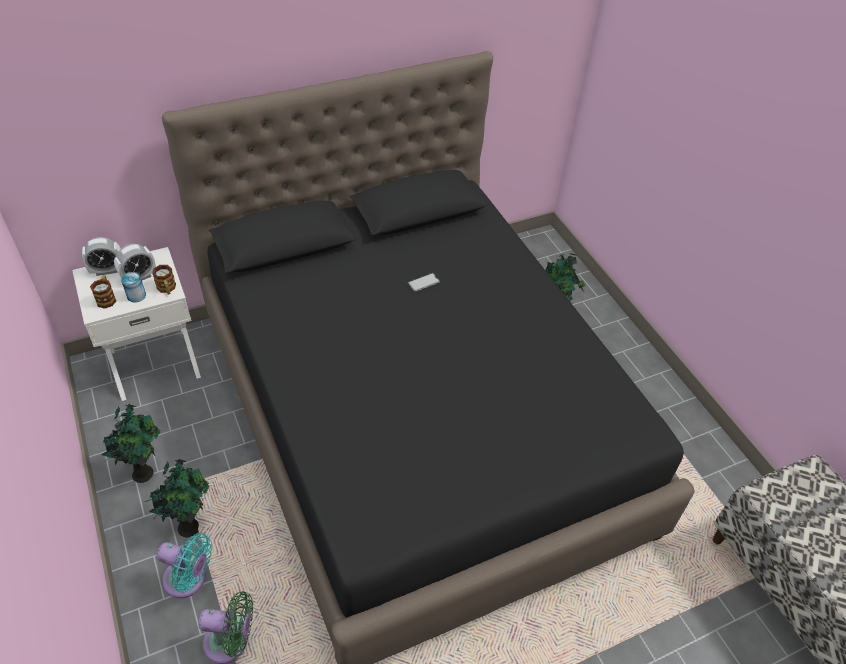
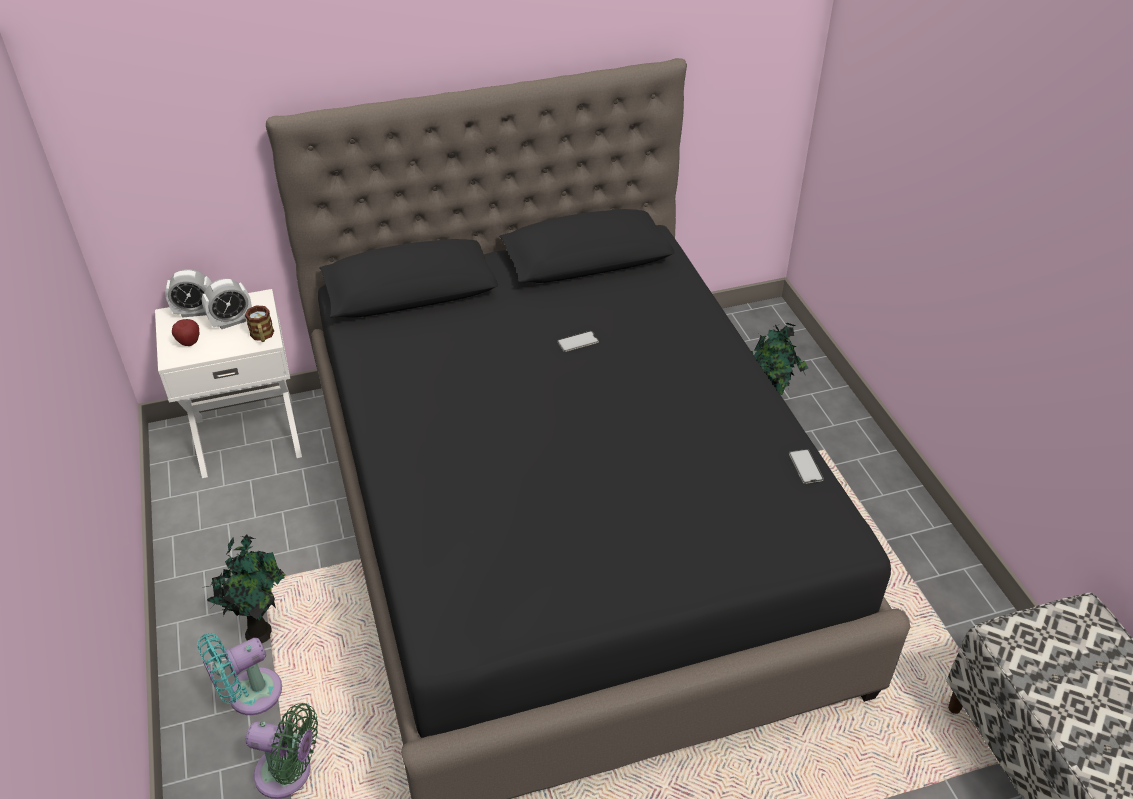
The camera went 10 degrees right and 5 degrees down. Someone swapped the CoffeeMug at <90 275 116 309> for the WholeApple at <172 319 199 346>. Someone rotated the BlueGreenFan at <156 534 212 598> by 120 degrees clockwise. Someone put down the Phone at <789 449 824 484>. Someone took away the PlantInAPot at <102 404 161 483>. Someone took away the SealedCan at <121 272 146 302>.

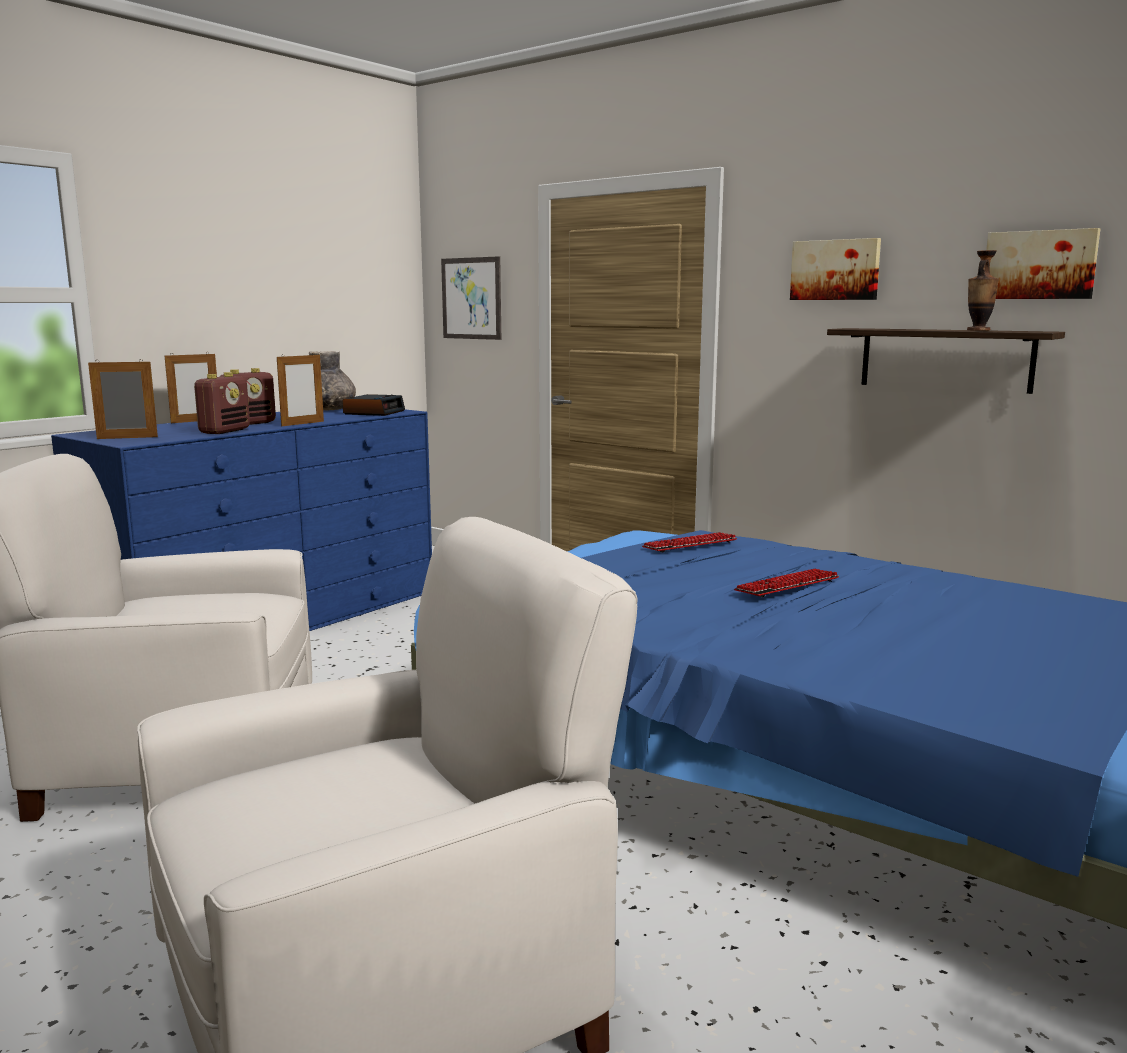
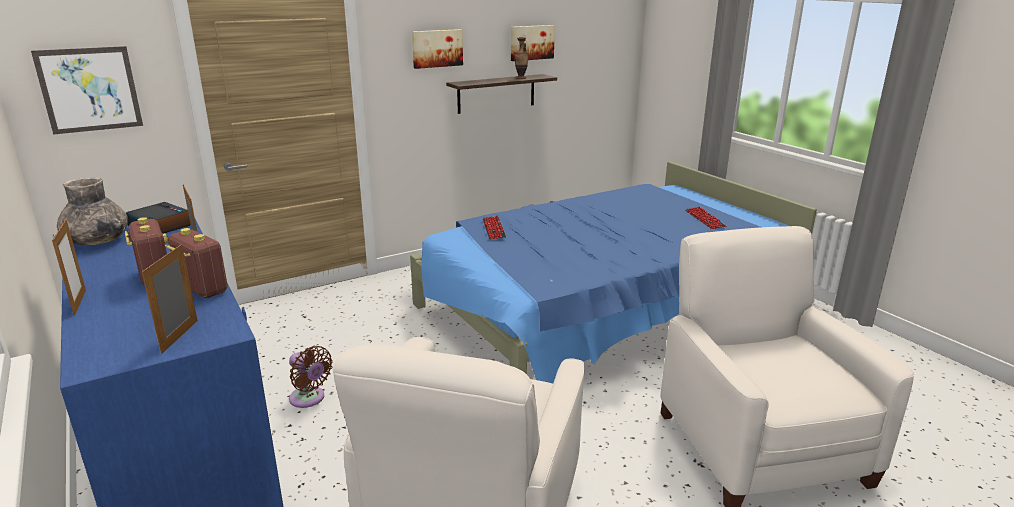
The camera went 70 degrees left and 10 degrees up. Someone put down the BrownishFan at <289 346 333 408>. Someone carried the PcKeyboard from <734 569 839 597> to <685 207 726 229>.

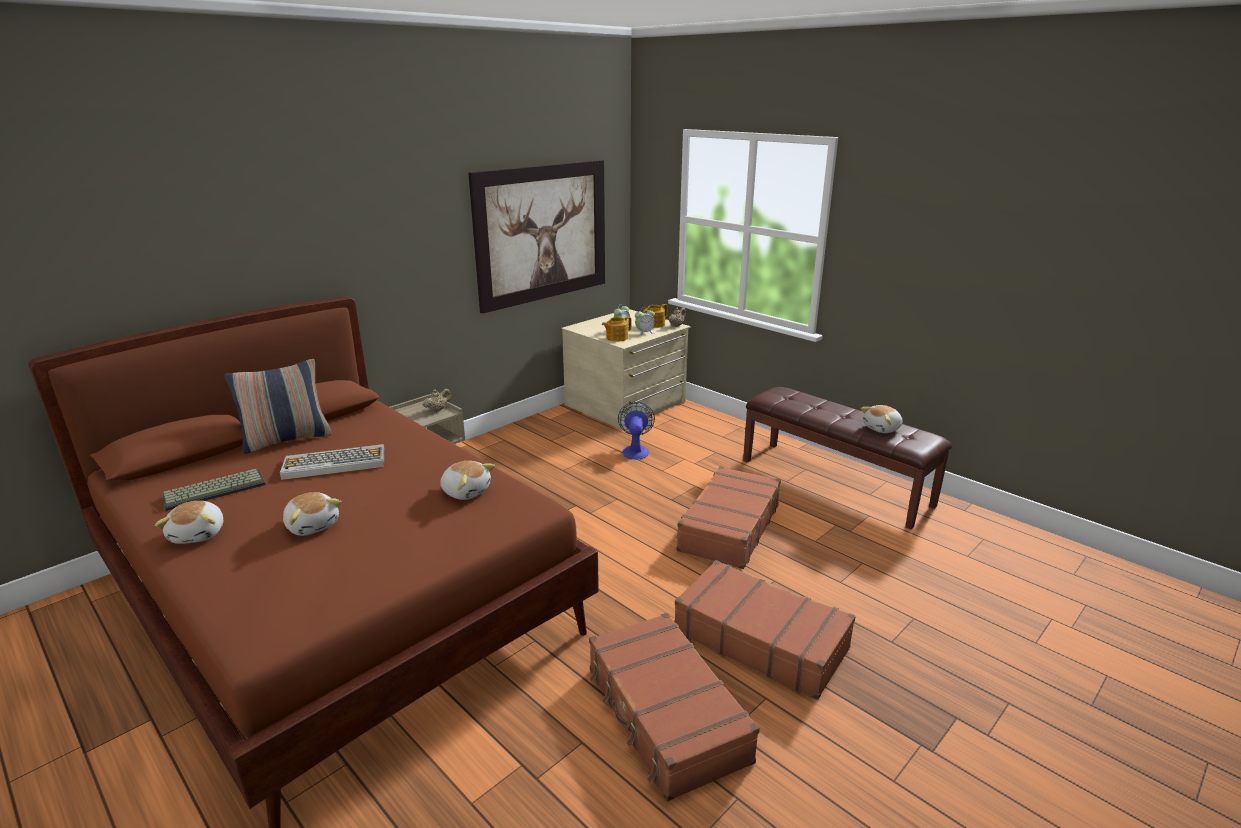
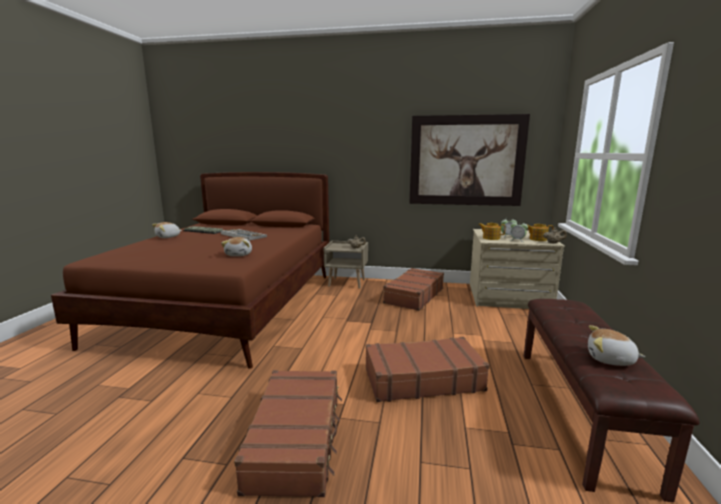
The camera went 55 degrees right and 10 degrees down. Someone carried the BrownishPieceOfLuggage from <589 613 760 802> to <383 268 444 311>. Someone took away the Pillow at <224 359 332 454>. Someone took away the SoftToy at <283 492 341 536>. Someone took away the Fan at <618 402 655 459>.

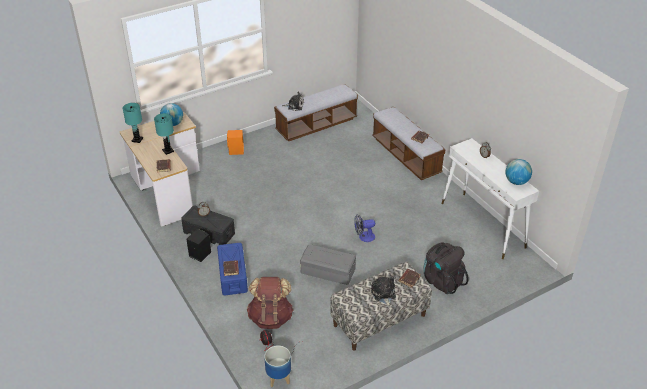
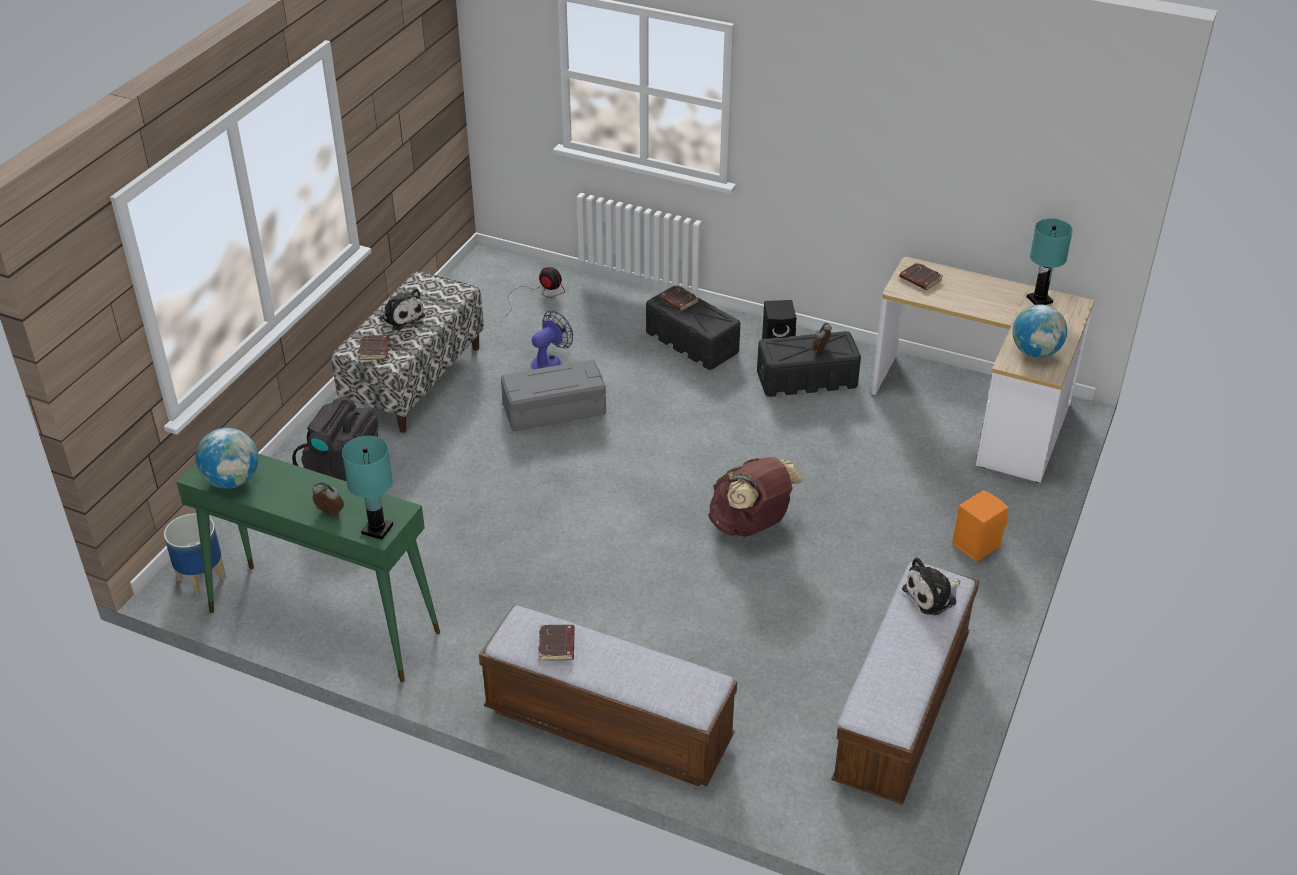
The camera went 145 degrees right and 0 degrees up. Someone carried the FlowerPot from <264 345 291 387> to <164 514 226 596>. Someone repainted the WhitishNarrowTable at <442 138 539 259>, which became the GreenColouredNarrowTable at <176 453 440 682>. Someone carried the BlueGreenLampForATable from <154 113 174 155> to <342 436 393 540>. Someone carried the Fan from <354 215 375 242> to <531 310 573 370>. Someone repainted the BluishStorageBox at <217 243 248 295>, which became the BlackStorageBox at <646 286 740 370>. Someone carried the BrownishKnapsack from <247 277 293 329> to <708 457 804 537>.

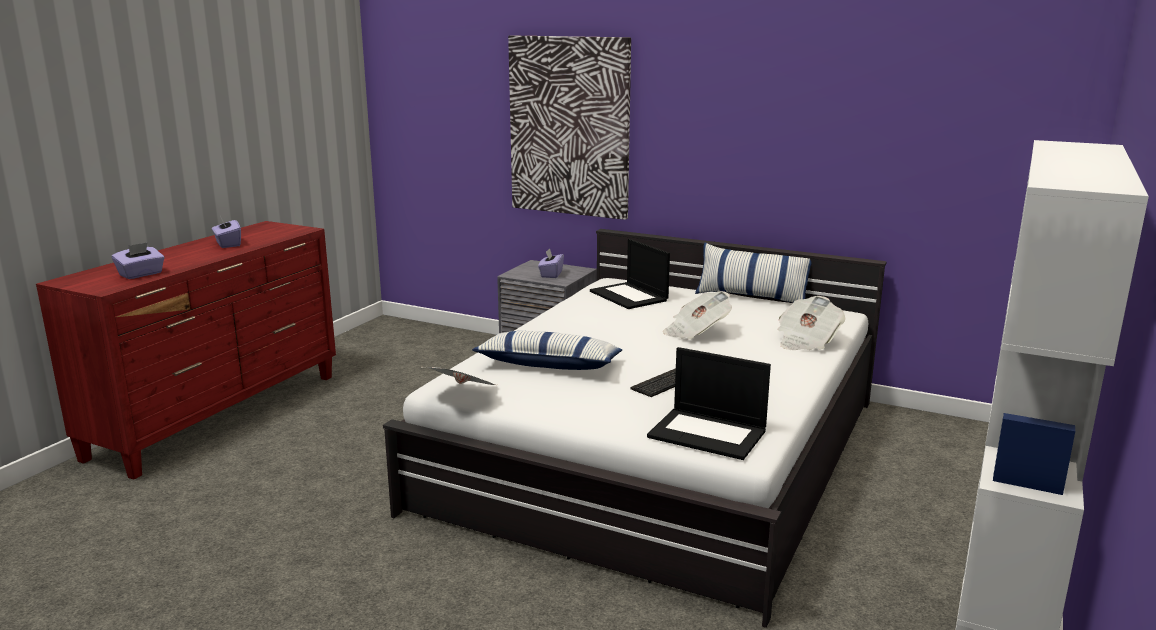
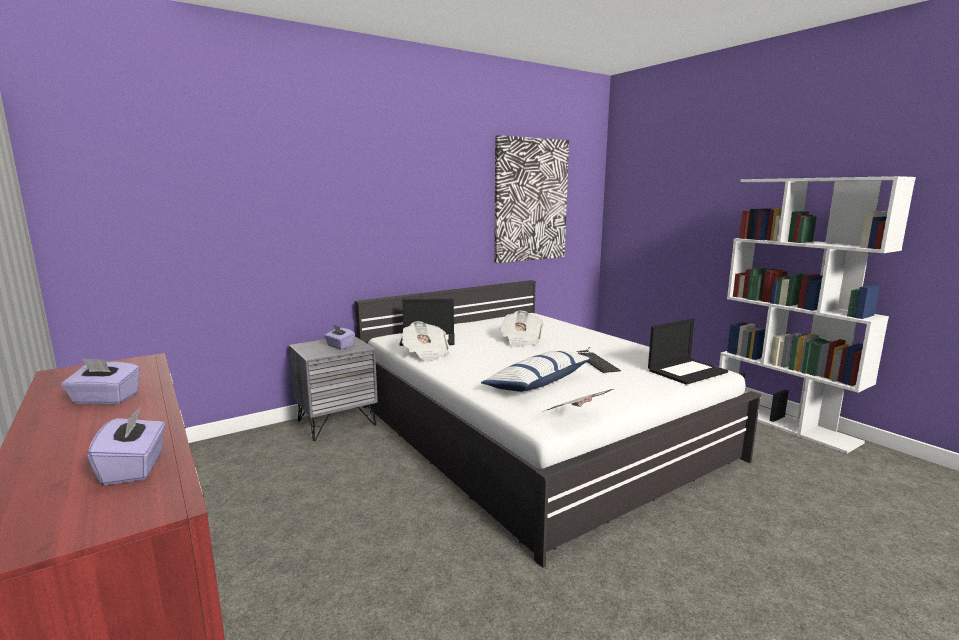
The camera went 60 degrees left and 5 degrees down. Someone carried the PrintedPaper from <777 296 845 350> to <402 321 449 362>. Someone carried the WallArt from <508 35 631 220> to <494 135 569 263>. Someone took away the Pillow at <695 243 812 303>.

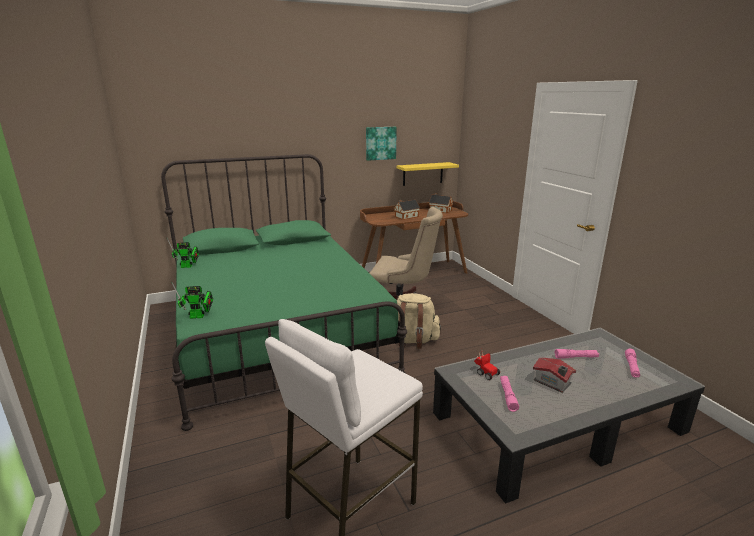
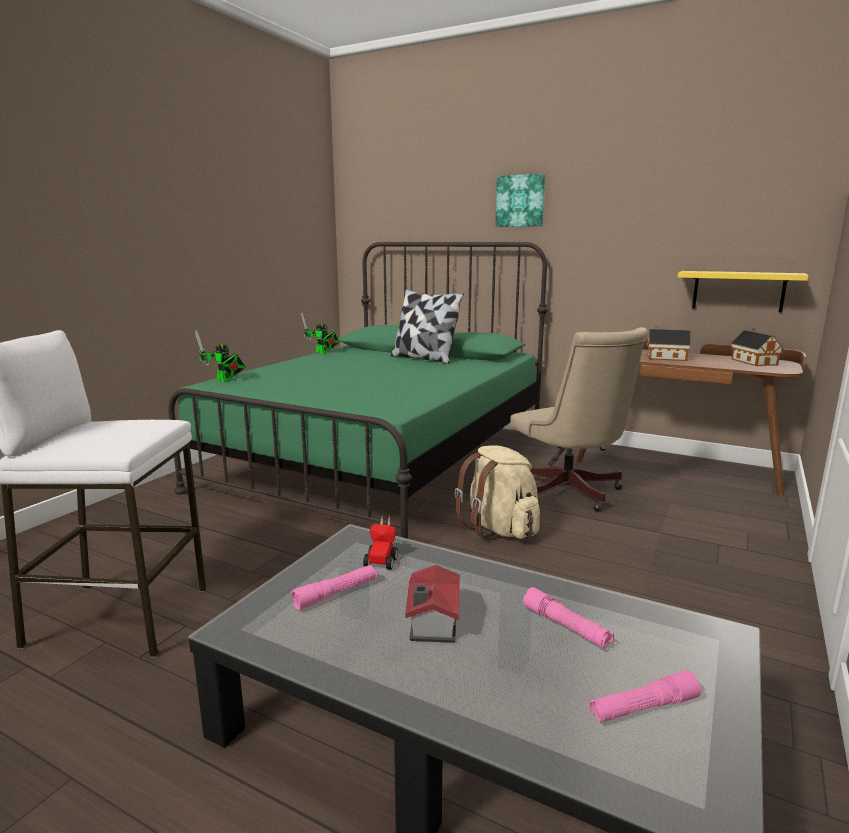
The camera went 50 degrees right and 5 degrees down. Someone put down the Pillow at <391 289 464 364>. Someone carried the WallArt from <366 127 397 161> to <495 174 545 227>.

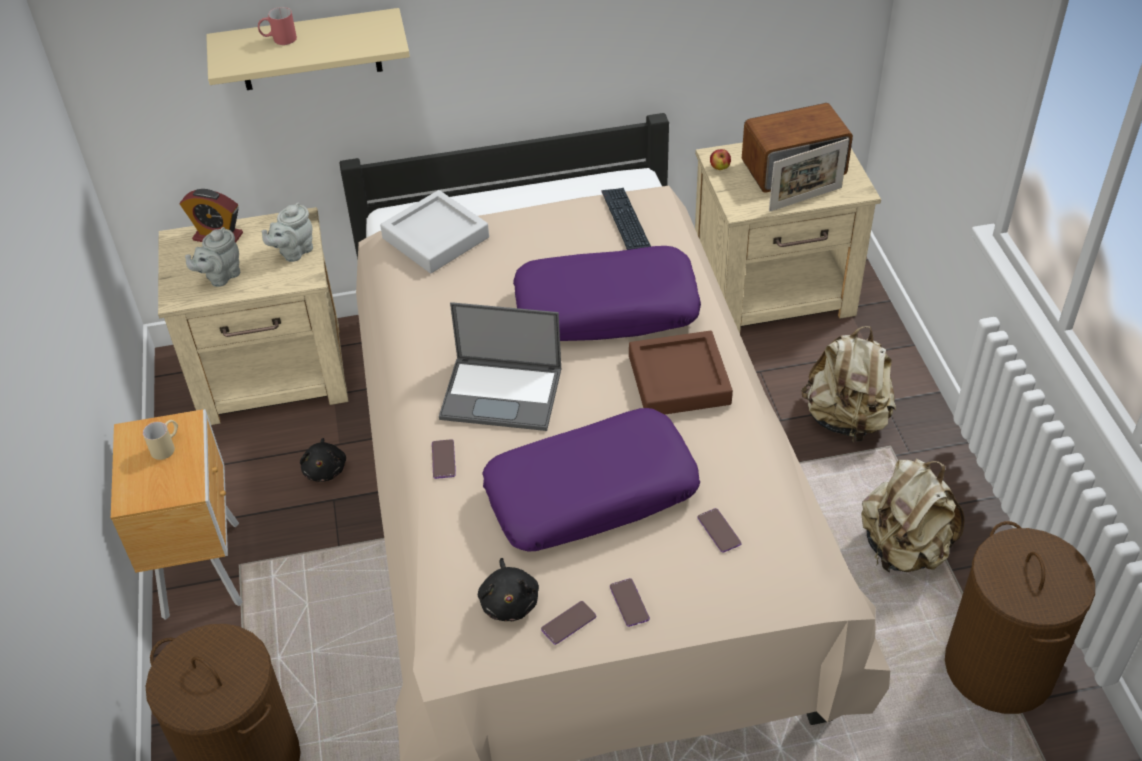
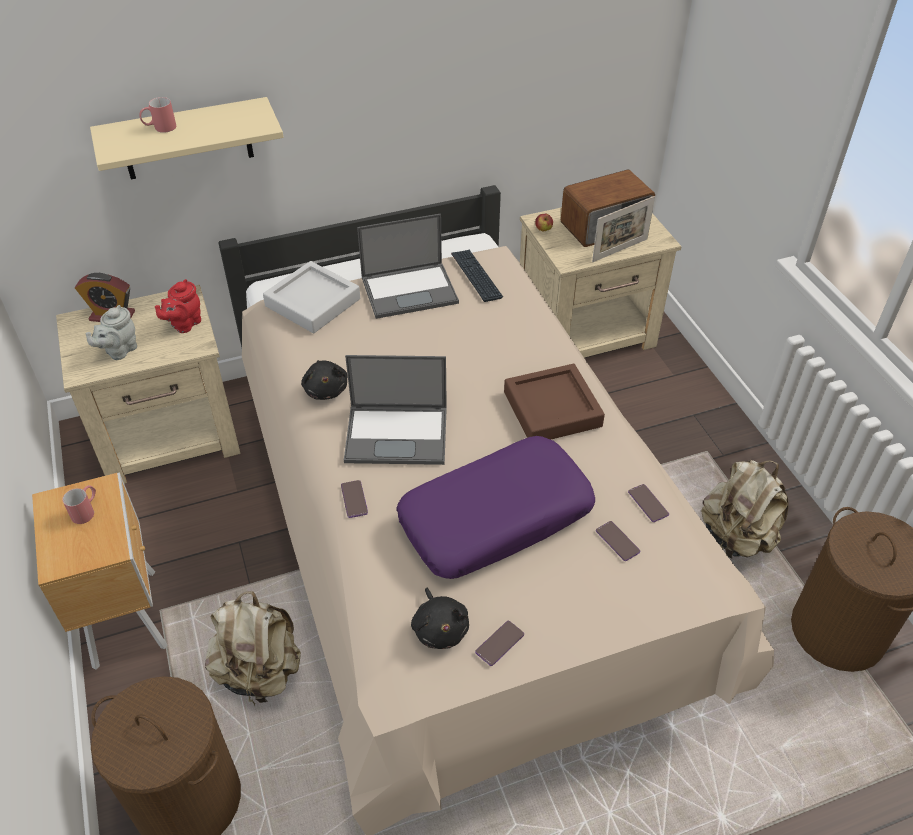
The camera went 10 degrees left and 0 degrees up. Someone repainted the BeigeColouredCoffeeMug at <143 420 178 460>, which became the RedCoffeeMug at <62 485 96 524>. Someone repainted the GrayTeapot at <261 203 313 262>, which became the RedTeapot at <155 279 201 333>. Someone carried the BeigeColouredKnapsack from <801 326 896 441> to <205 591 301 707>. Someone carried the BlackSoftToy from <300 438 346 482> to <301 360 348 400>. Someone put down the NotebookComputer at <357 214 459 319>. Someone carried the Phone from <610 578 650 627> to <628 484 669 522>. Someone took away the PurpleColouredPillow at <513 246 701 341>.

